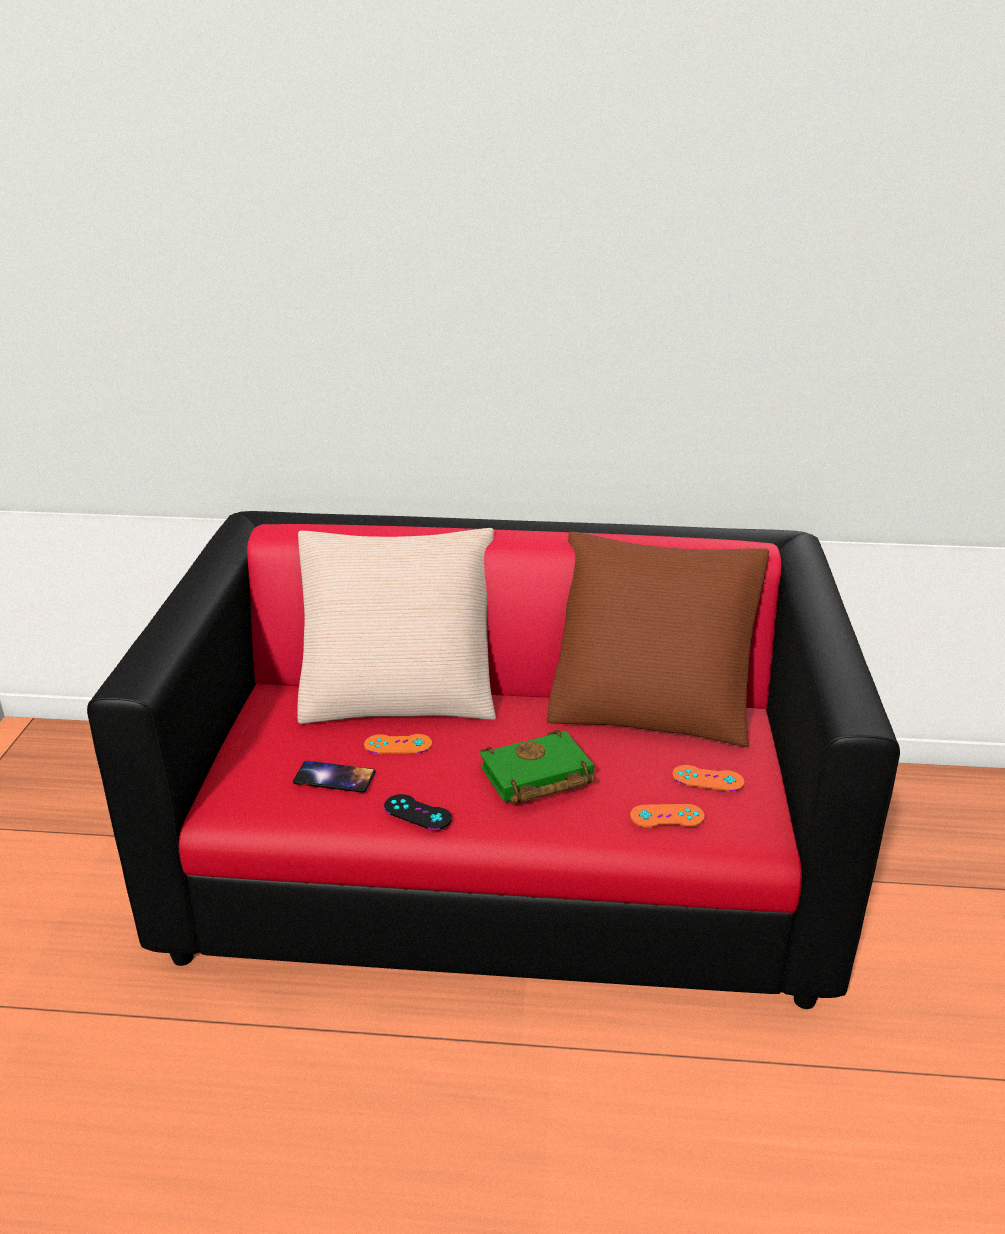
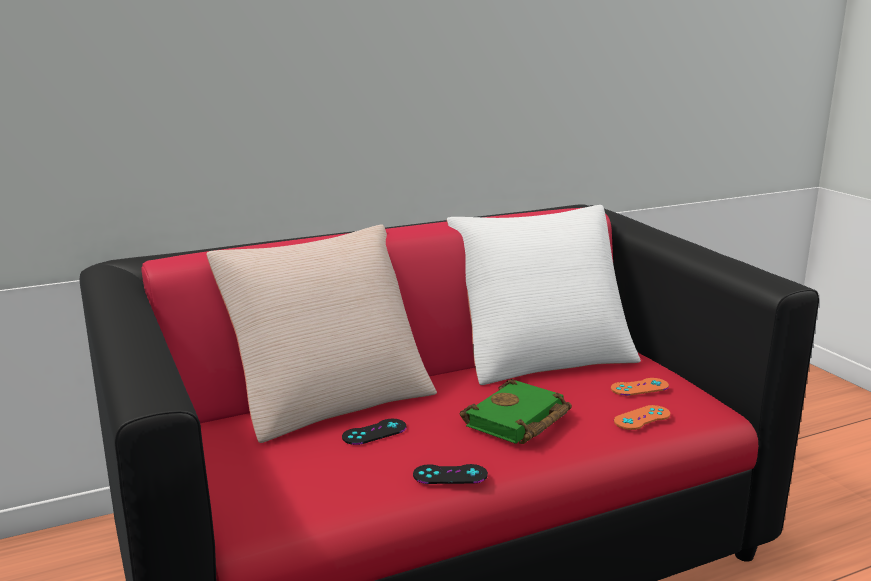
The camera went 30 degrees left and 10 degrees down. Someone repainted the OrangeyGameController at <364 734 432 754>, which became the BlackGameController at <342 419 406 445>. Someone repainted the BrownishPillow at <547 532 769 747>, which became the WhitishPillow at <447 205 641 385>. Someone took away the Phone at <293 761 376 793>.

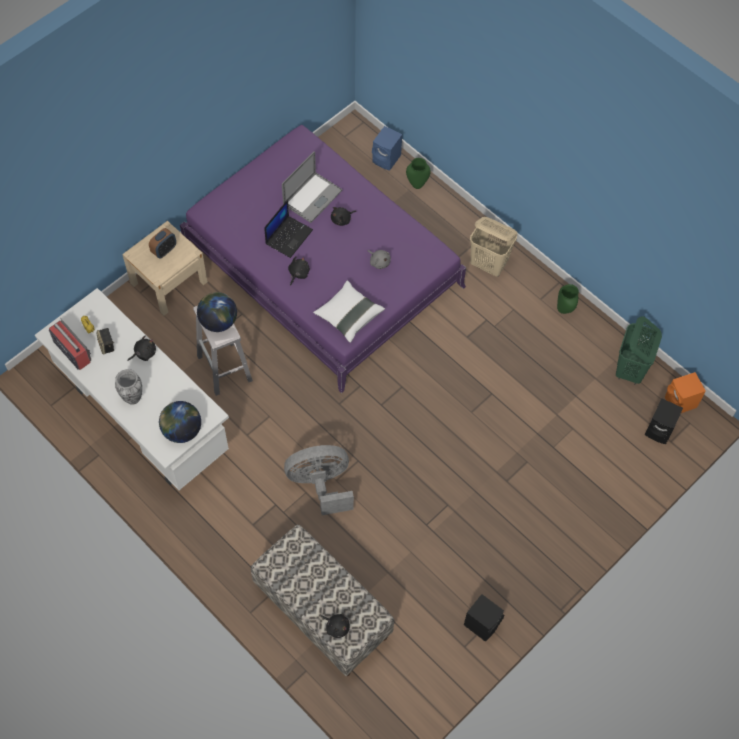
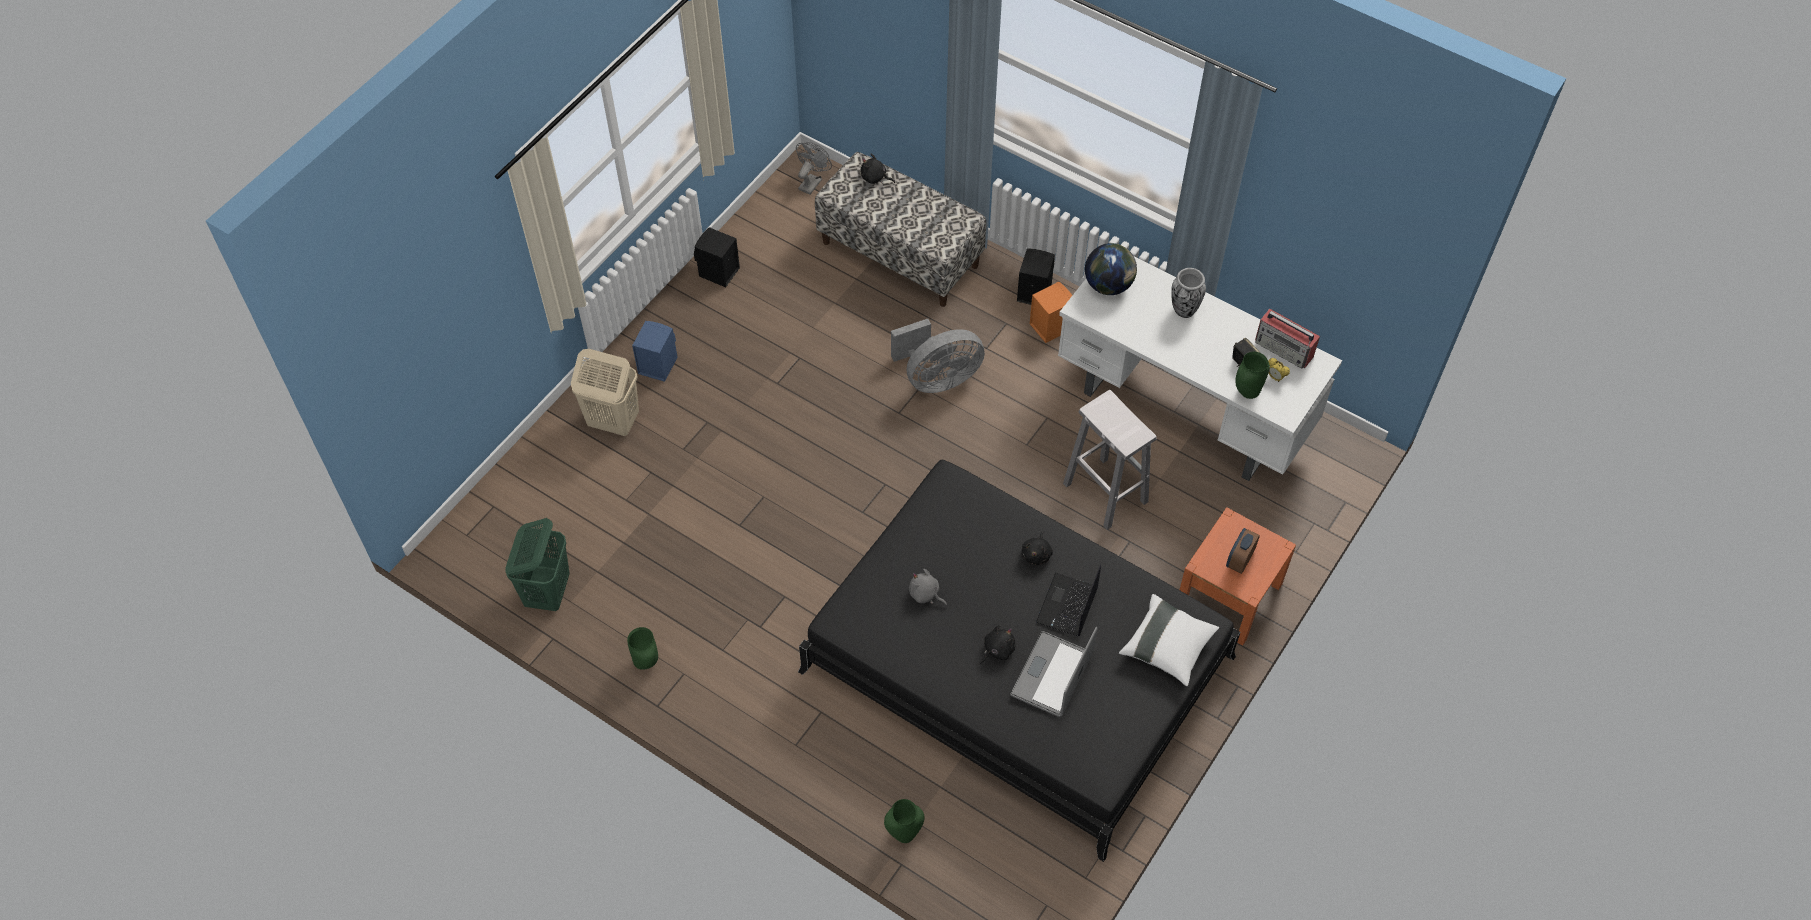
The camera went 170 degrees right and 5 degrees down. Someone carried the BeigeColouredWashingBasket from <470 217 518 277> to <571 349 639 436>. Someone carried the BluishAudioSpeaker from <372 126 402 170> to <632 321 678 382>. Someone put down the GrayFan at <796 142 832 195>. Someone repainted the PurpleColouredSleepingBed at <180 125 466 393>, which became the BlackSleepingBed at <798 460 1240 862>. Someone carried the BlackAudioSpeaker from <645 399 683 444> to <1017 248 1055 305>. Someone carried the OrangeyAudioSpeaker from <665 372 706 413> to <1030 281 1072 343>. Someone carried the WhitishPillow from <313 280 385 343> to <1119 594 1219 686>. Someone repainted the BeigeColouredNightstand at <122 221 208 316>, which became the OrangeyNightstand at <1180 507 1296 646>. Someone put down the GreenColouredDecorativeVase at <1236 352 1270 399>. Someone took away the BlackSoftToy at <127 336 156 361>. Someone took away the WorldGlobe at <197 292 237 332>.

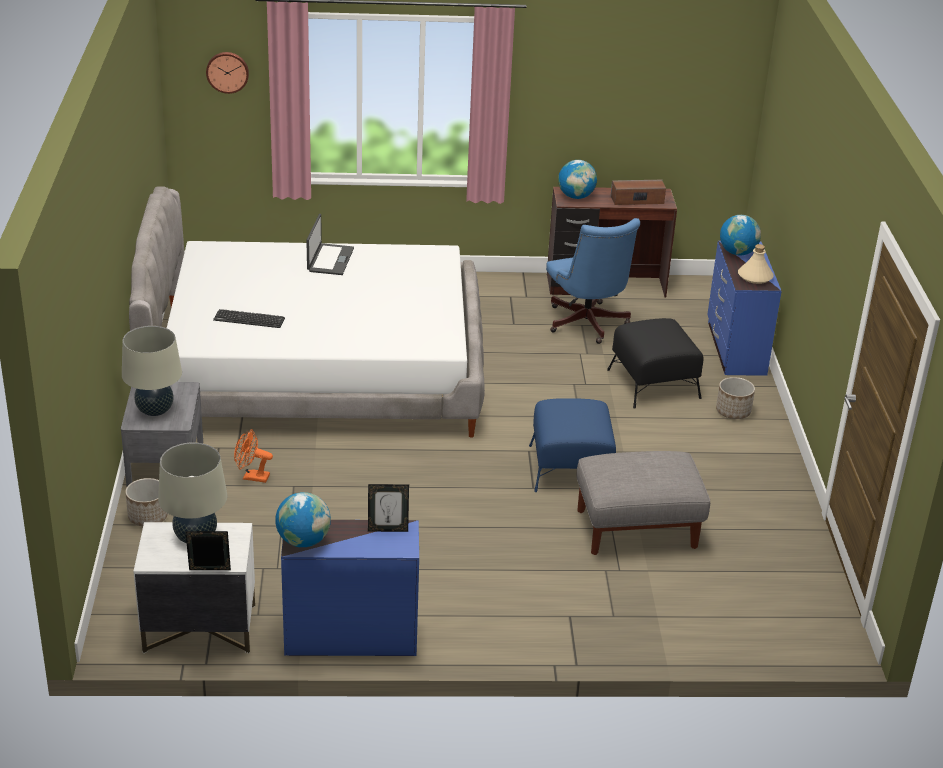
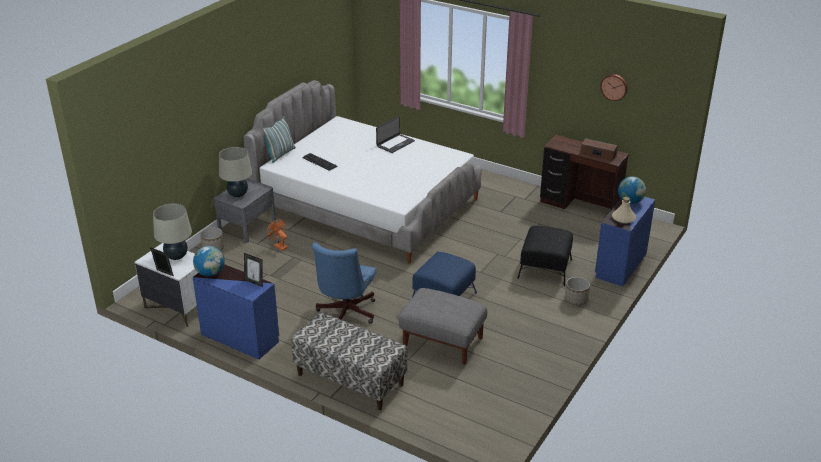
The camera went 35 degrees right and 0 degrees up. Someone put down the Pillow at <263 116 296 163>. Someone put down the IndoorBench at <291 312 407 410>. Someone carried the BluishOfficeChair from <546 218 640 344> to <312 243 376 324>. Someone carried the WallClock from <206 52 249 94> to <600 74 628 101>. Someone took away the WorldGlobe at <558 160 597 199>.

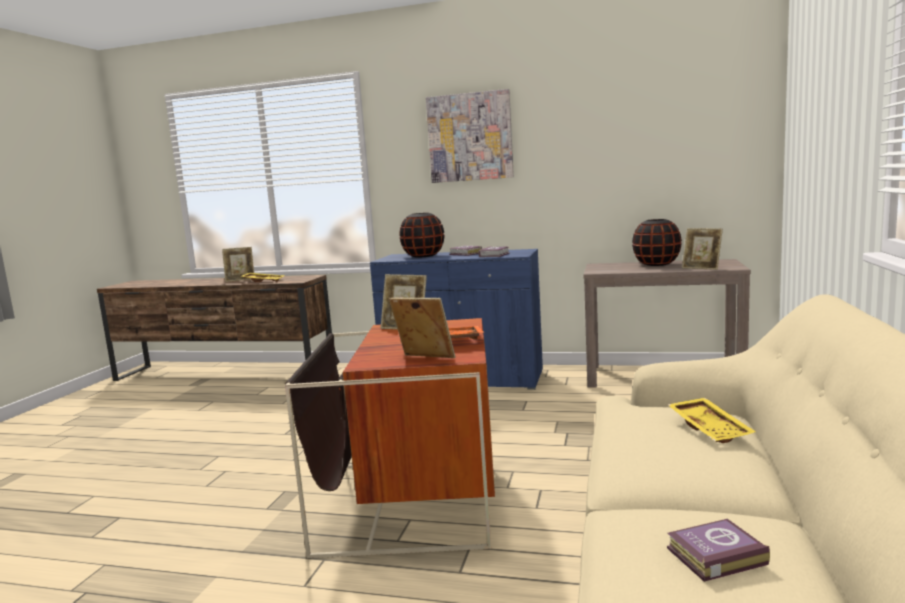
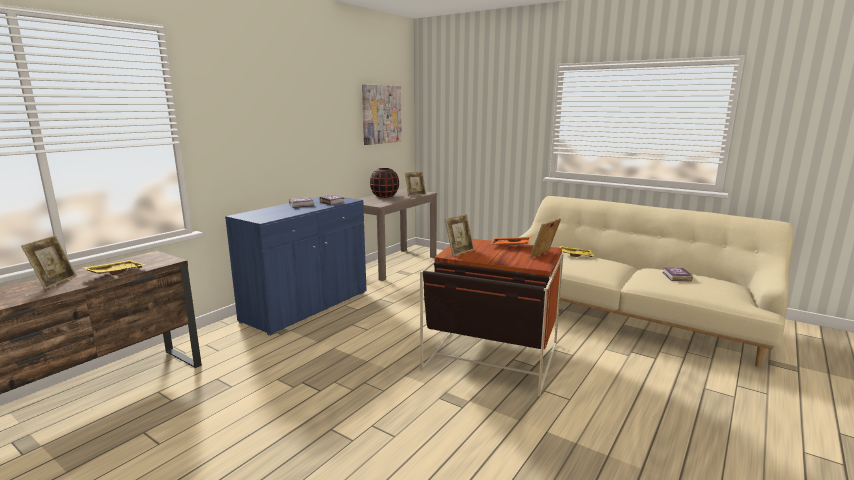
The camera went 70 degrees left and 5 degrees up. Someone carried the WallArt from <426 89 514 183> to <362 84 402 145>. Someone took away the BlackDecorativeVase at <399 213 445 257>.

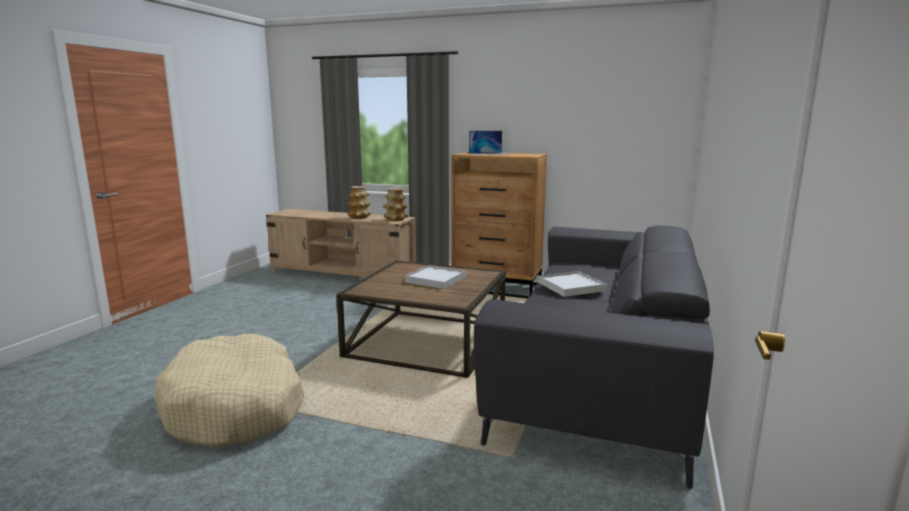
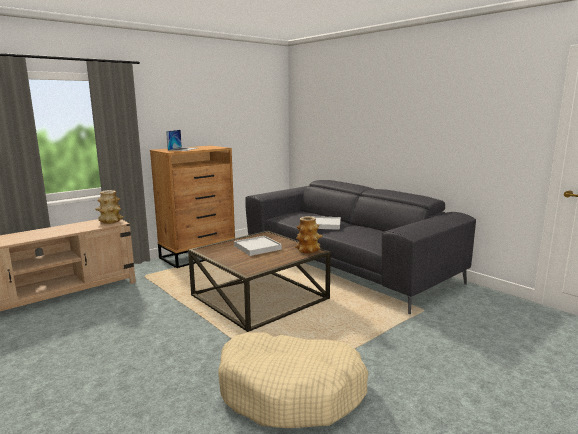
The camera went 60 degrees left and 0 degrees up. Someone carried the DecorativeVase from <347 186 371 219> to <295 216 322 254>.

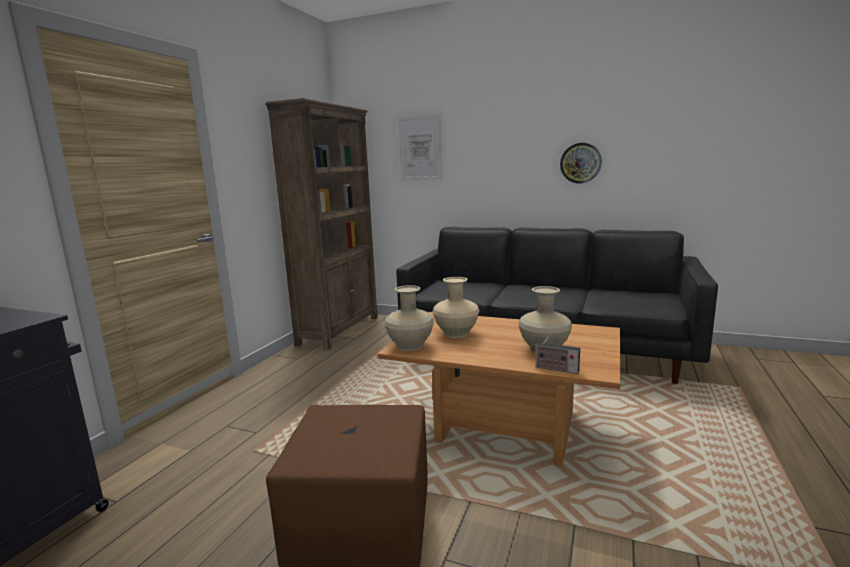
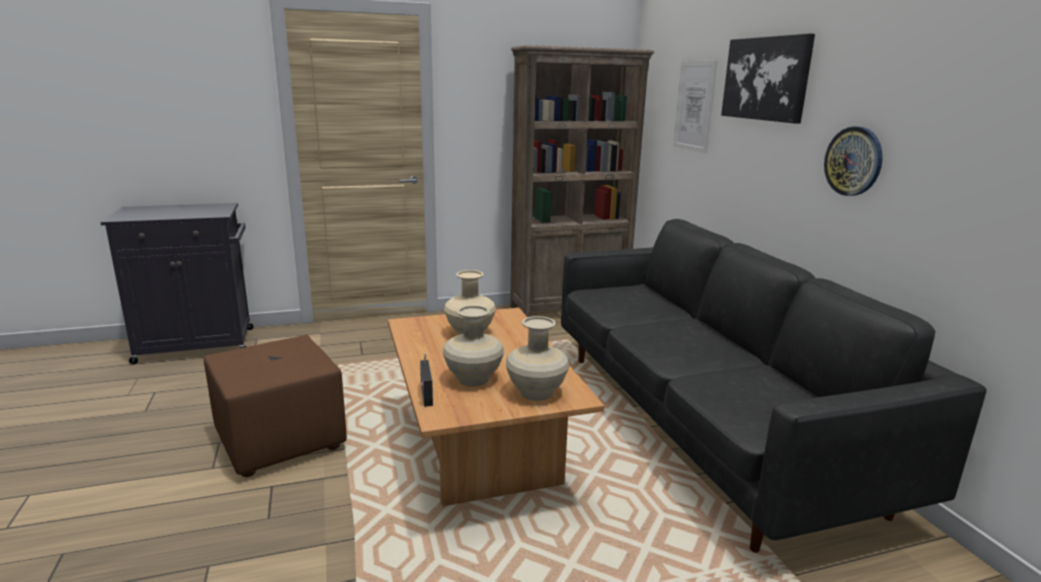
The camera went 50 degrees right and 5 degrees up. Someone carried the BeigeColouredDecorativeVase from <384 285 434 351> to <506 316 569 401>. Someone put up the WallArt at <721 34 815 124>.

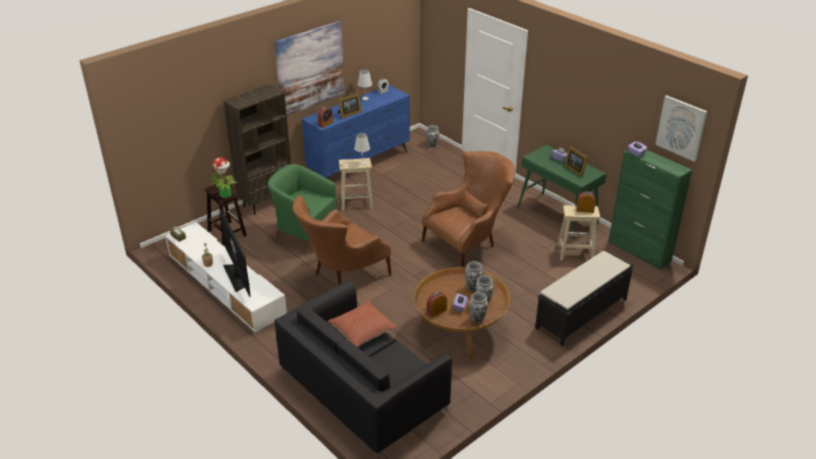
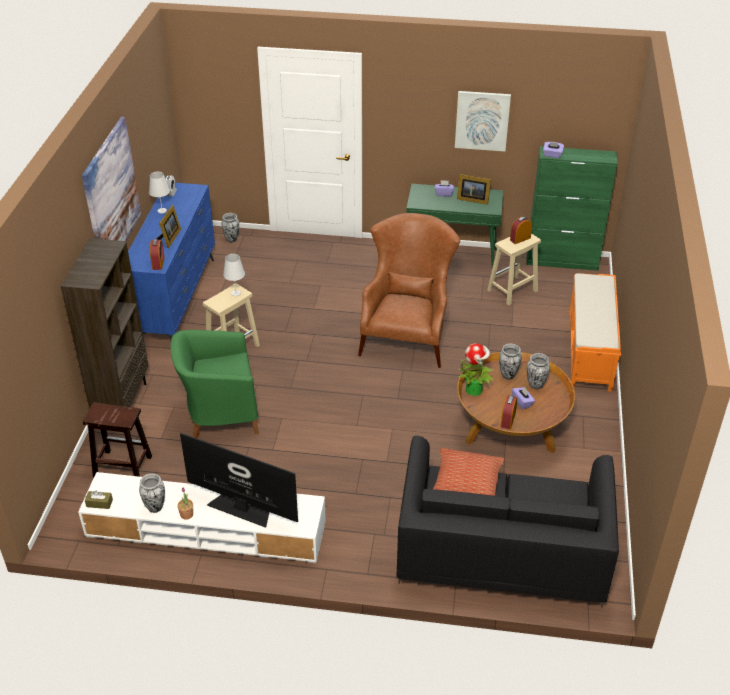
The camera went 40 degrees left and 5 degrees up. Someone carried the DecorativeVase from <469 292 488 323> to <139 473 165 513>. Someone carried the WallArt from <655 95 707 162> to <455 91 511 151>. Someone carried the PlantInAPot from <211 157 238 198> to <458 343 494 396>. Someone repainted the BlackIndoorBench at <535 251 634 346>, which became the OrangeyIndoorBench at <569 273 621 392>. Someone took away the BrownishLoungeChair at <293 196 391 285>.

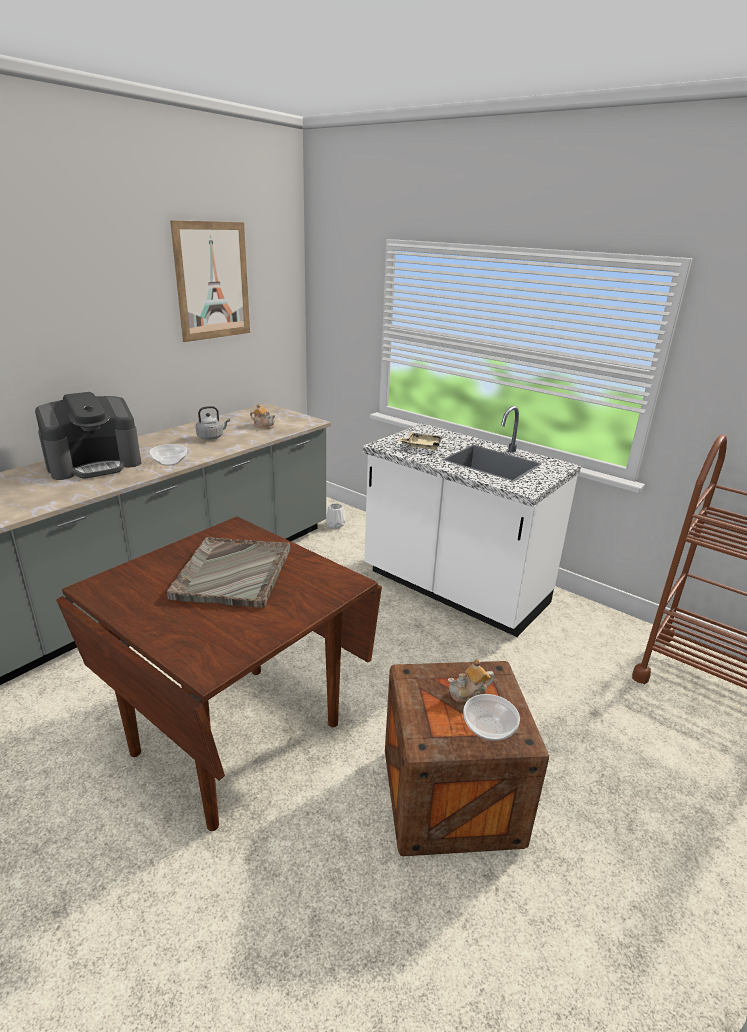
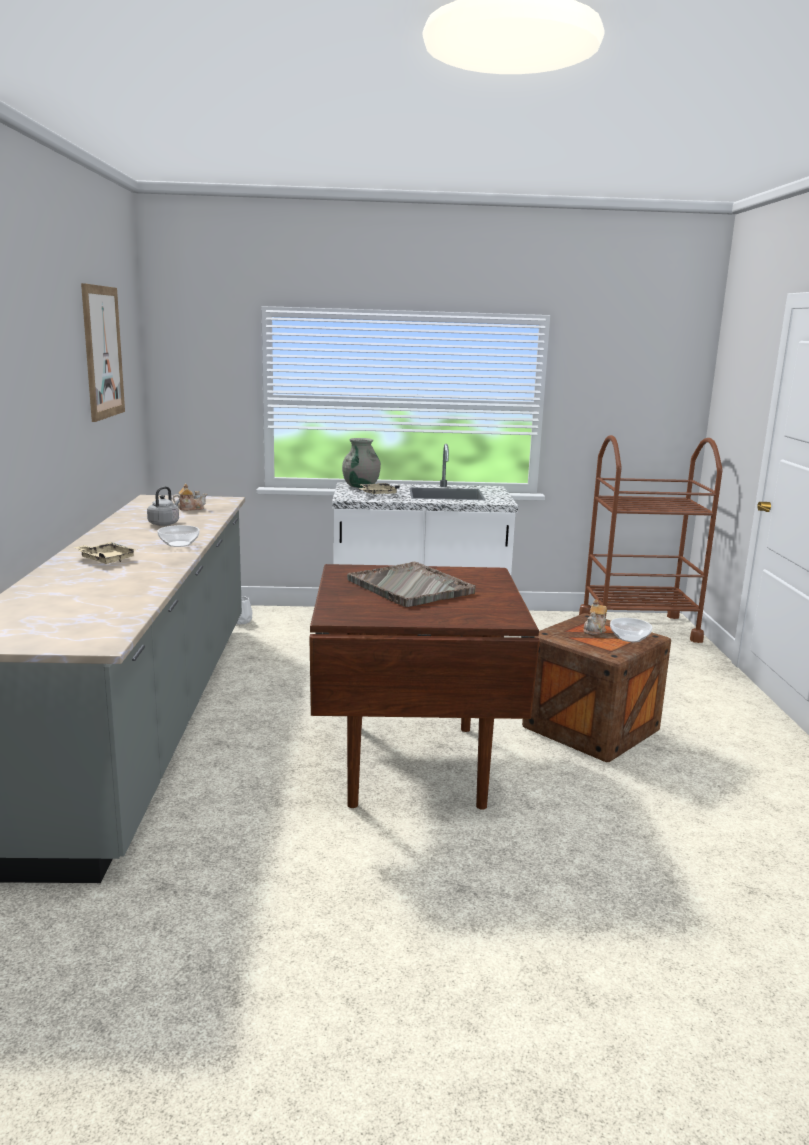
The camera went 40 degrees left and 10 degrees down. Someone swapped the CoffeeMaker at <35 392 141 480> for the BeigeColouredTray at <73 542 137 564>. Someone put down the GrayDecorativeVase at <342 438 381 488>.

